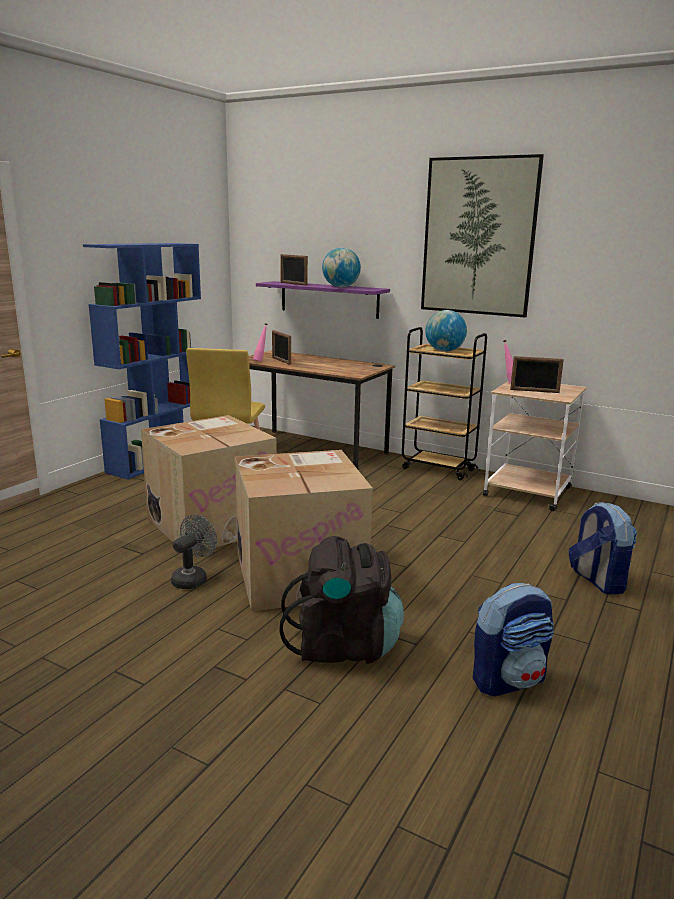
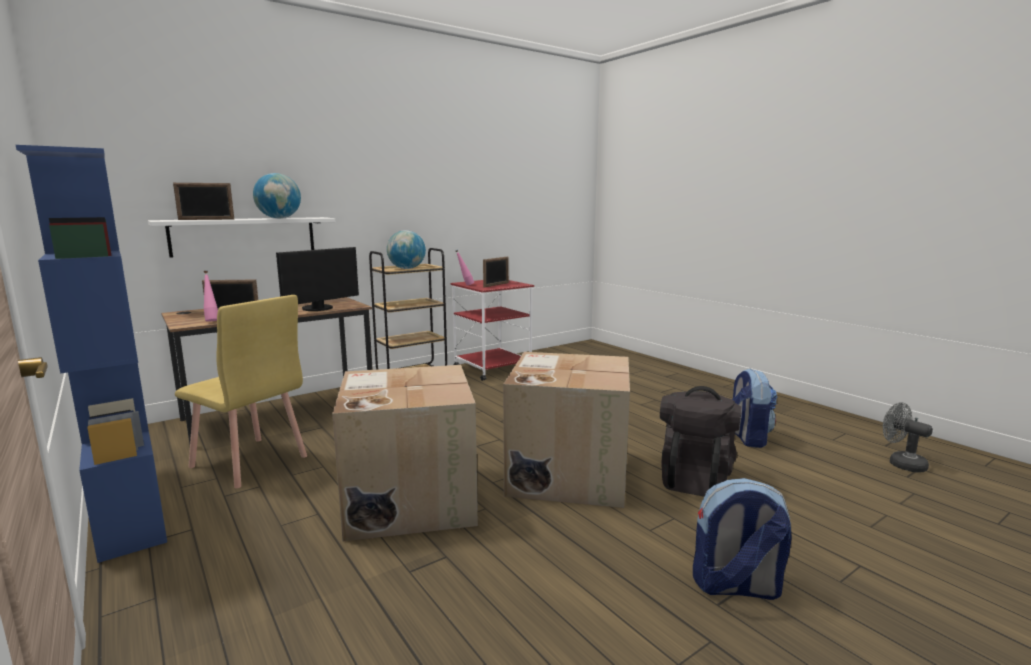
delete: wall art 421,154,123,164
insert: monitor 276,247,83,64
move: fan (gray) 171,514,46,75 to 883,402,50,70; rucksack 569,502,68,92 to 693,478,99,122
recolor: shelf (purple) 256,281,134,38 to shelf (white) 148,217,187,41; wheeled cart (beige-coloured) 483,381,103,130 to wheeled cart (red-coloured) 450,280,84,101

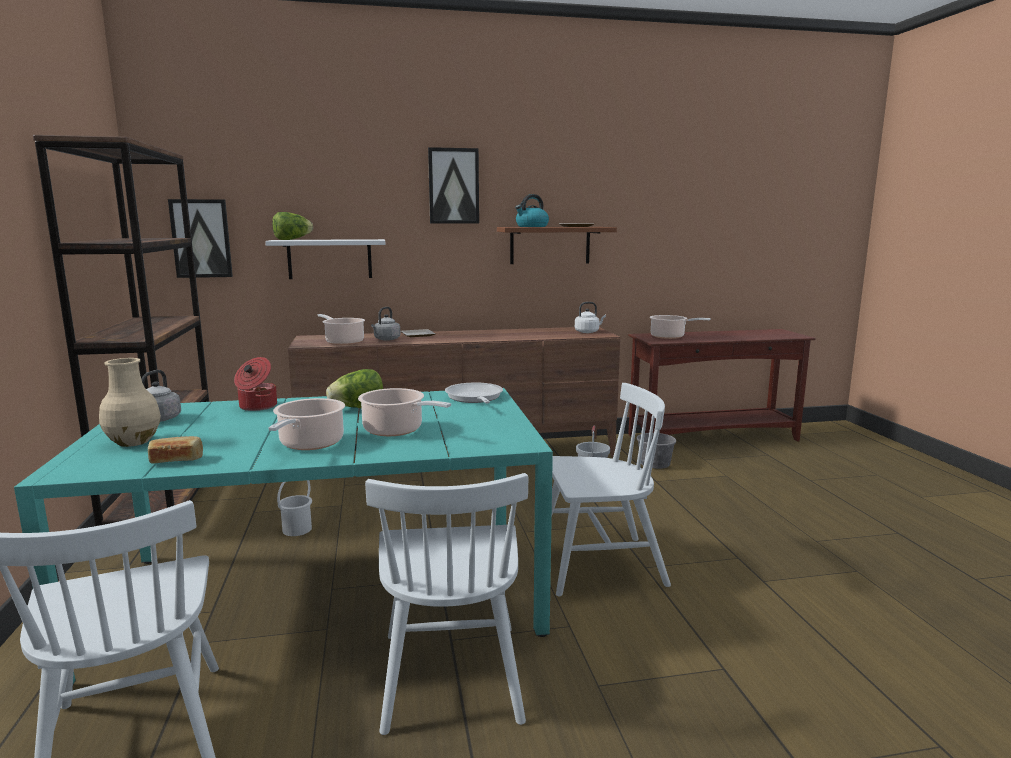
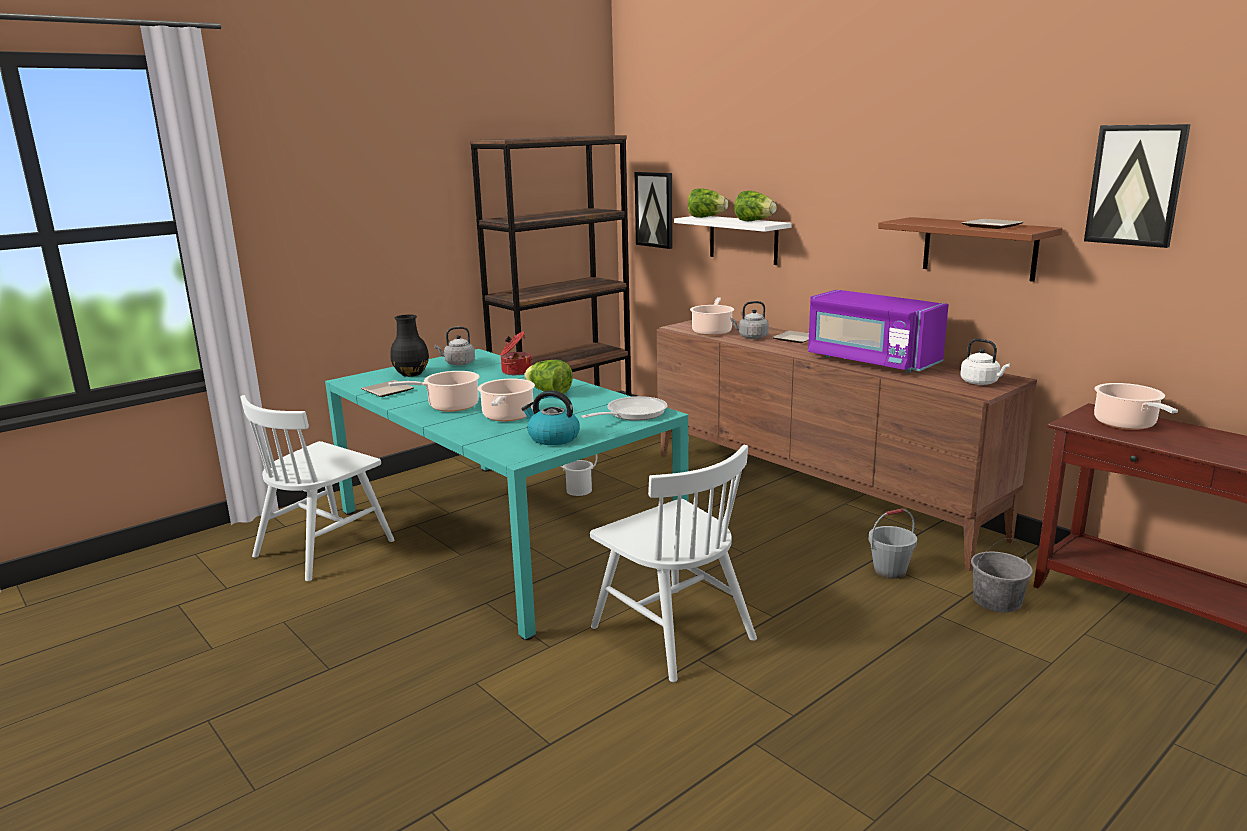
delete: upright chair (white) 365,473,163,262
insert: head of lettuce 734,191,43,30; microwave oven (purple) 808,290,141,83
move: wall art 428,147,51,76 to 1084,124,107,124; water kettle 515,194,34,33 to 522,390,58,55
replace: baked bread 148,436,55,28 to flat dish 361,380,53,17
recolor: decorative vase (beige-coloured) 99,358,62,89 to decorative vase (black-coloured) 390,314,39,63

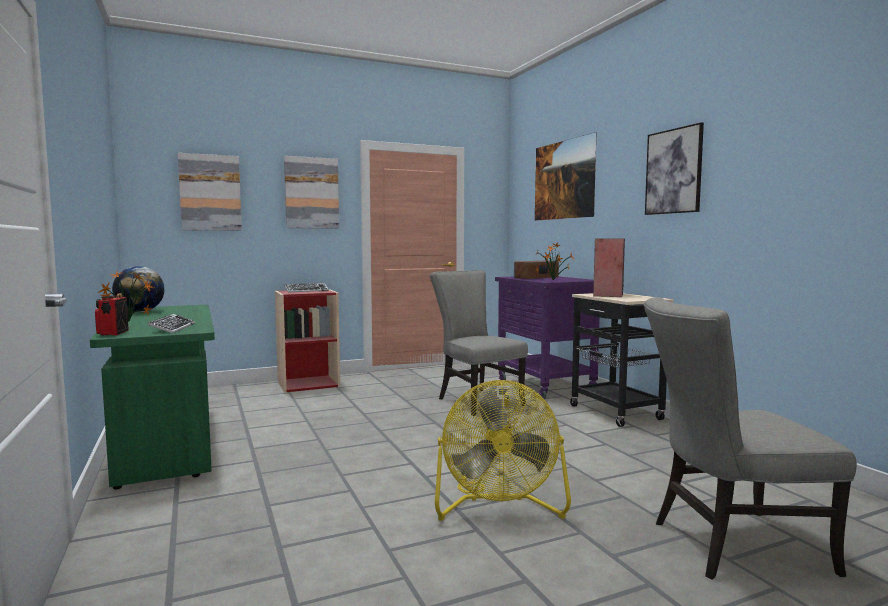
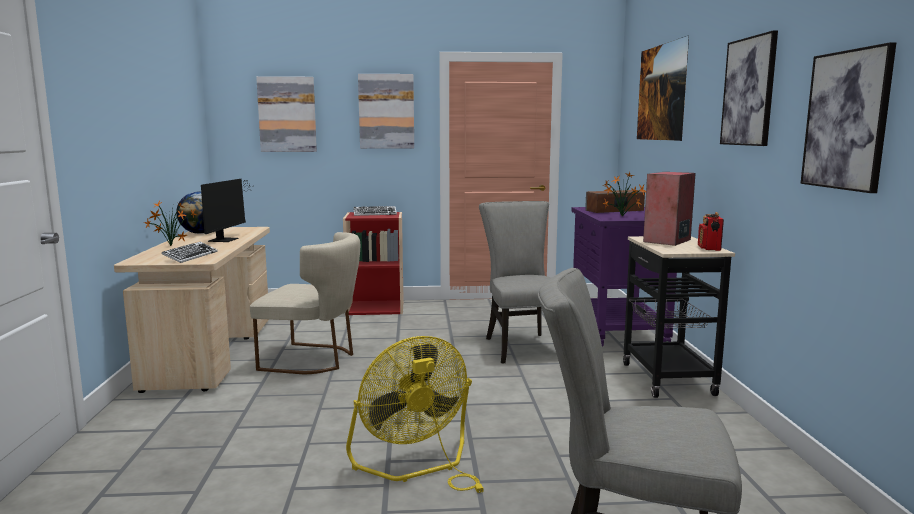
insert: monitor 201,179,52,63; upright chair (beige-coloured) 250,232,110,142; wall art 800,42,96,151
move: radio set 95,293,34,42 to 698,212,26,39
recolor: desk (greenish) 90,305,125,185 to desk (beige-coloured) 114,227,156,166
rotate: fan (yellowish) 435,380,136,141 = 346,336,138,157 135 degrees clockwise

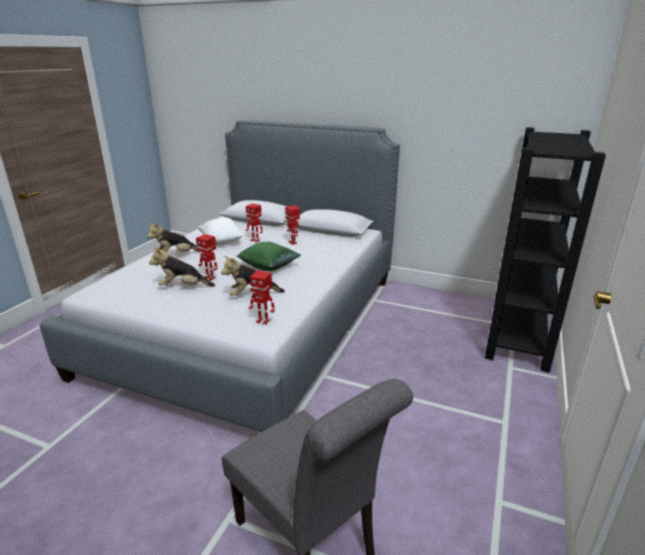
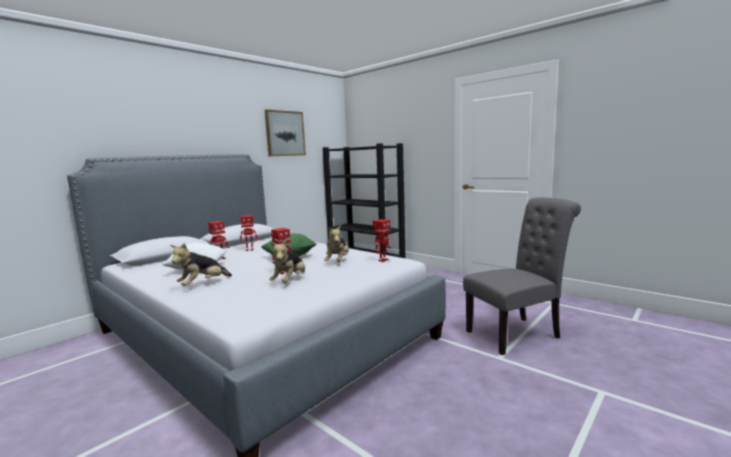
insert: wall art 264,109,42,47
rotate: plush toy 147,223,54,30 = 170,243,62,43 45 degrees clockwise

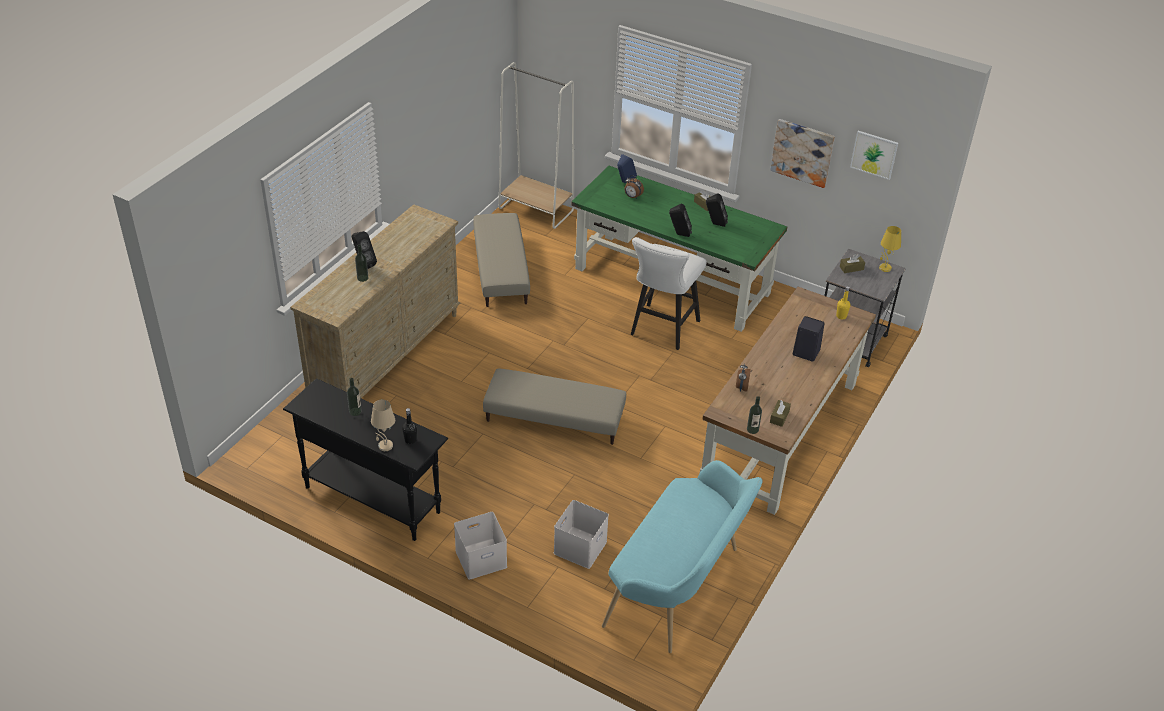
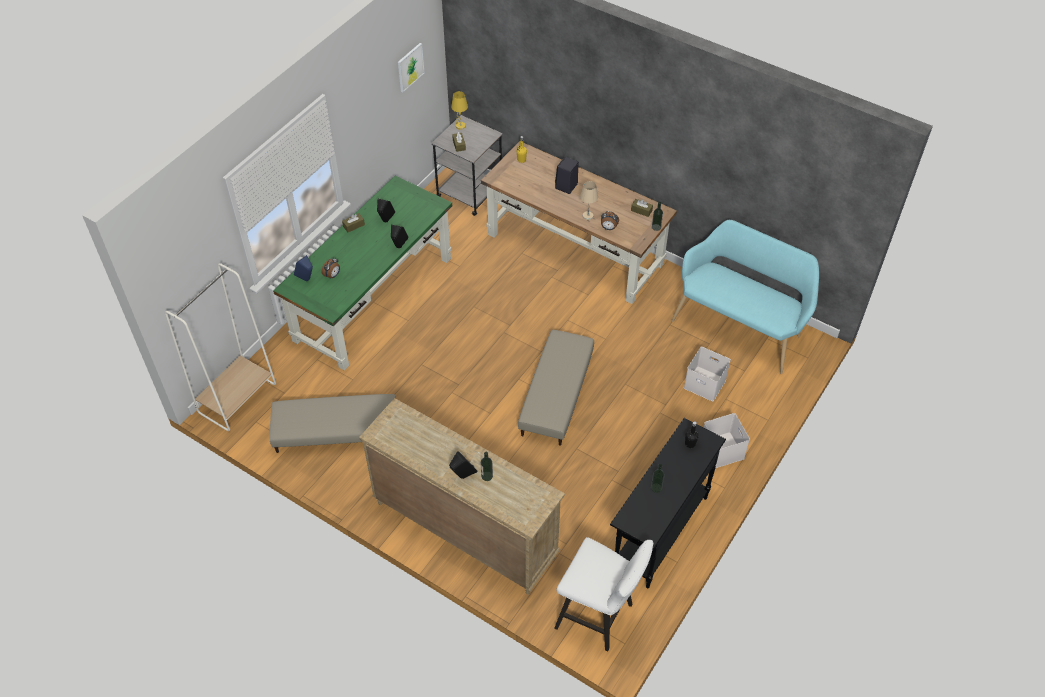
delete: wall art 770,119,65,69
move: lamp for a table (beige-coloured) 371,400,24,51 to 580,181,18,39; sitting stool (white) 631,237,76,113 to 554,537,99,114

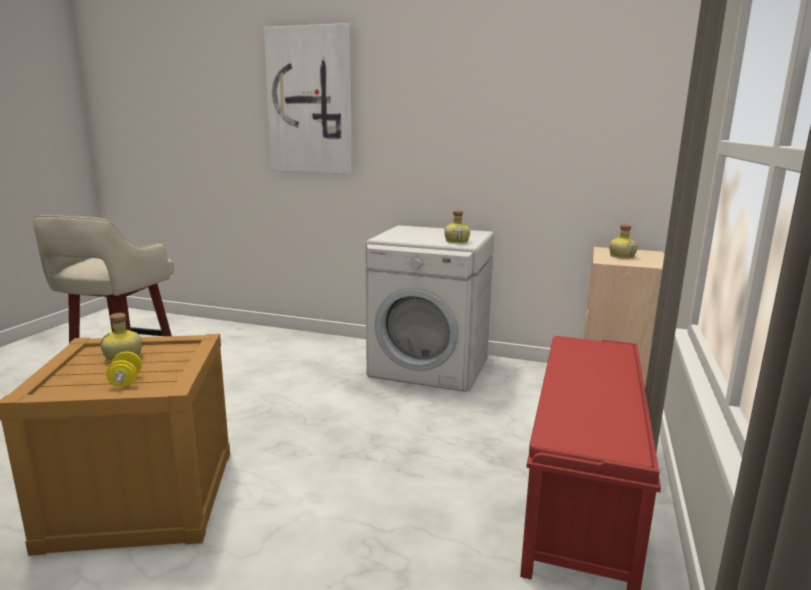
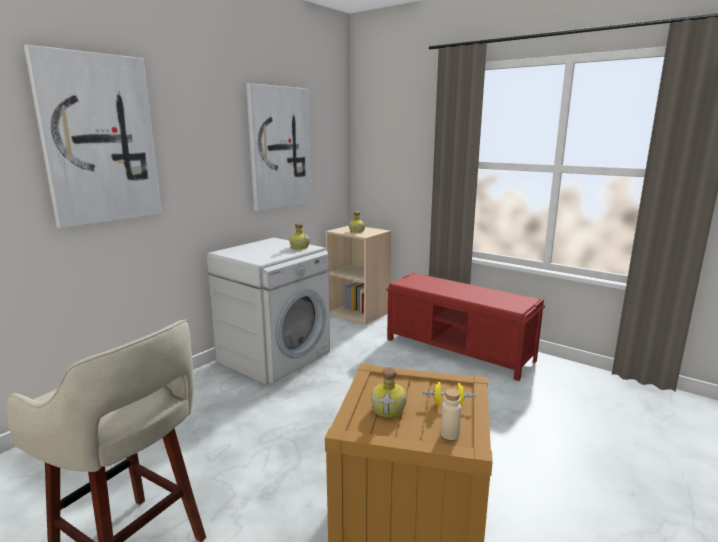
insert: wall art 246,83,65,128; drink bottle (beige-coloured) 441,389,20,51

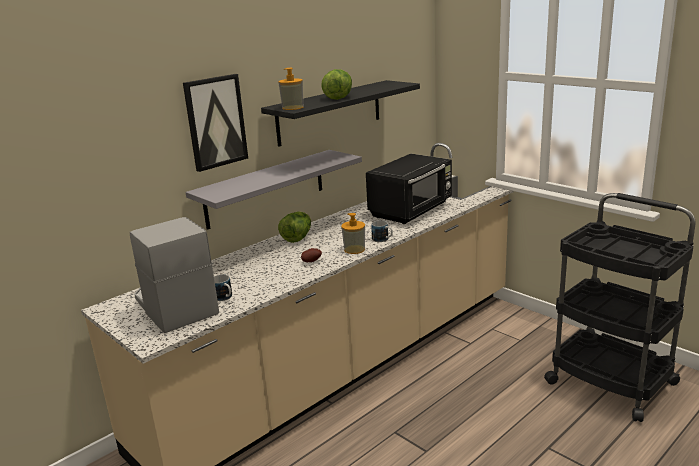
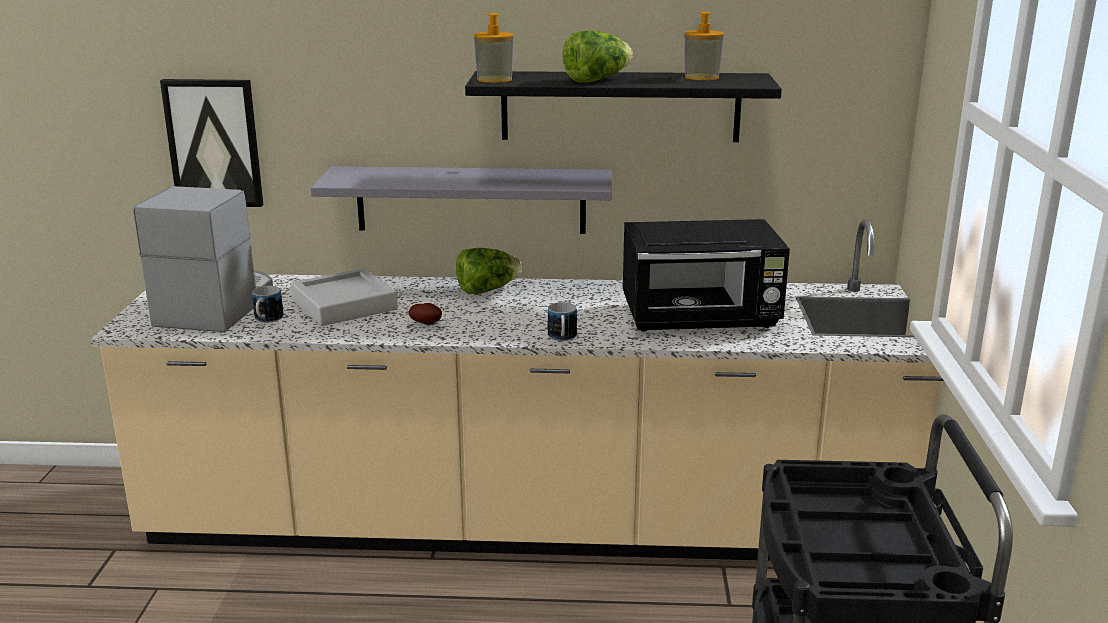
insert: carrying tray (gray) 291,268,107,58
move: wall art 183,74,65,98 to 160,79,103,128; soap dispenser 341,213,24,41 to 685,12,39,68

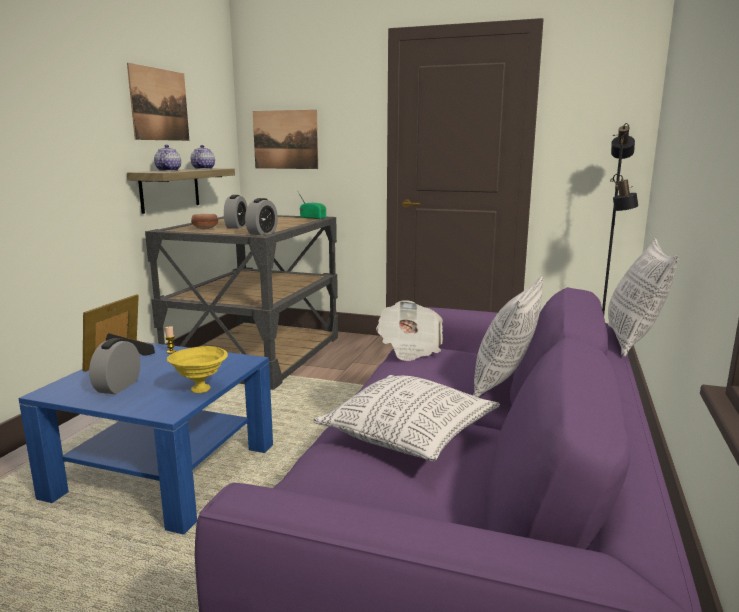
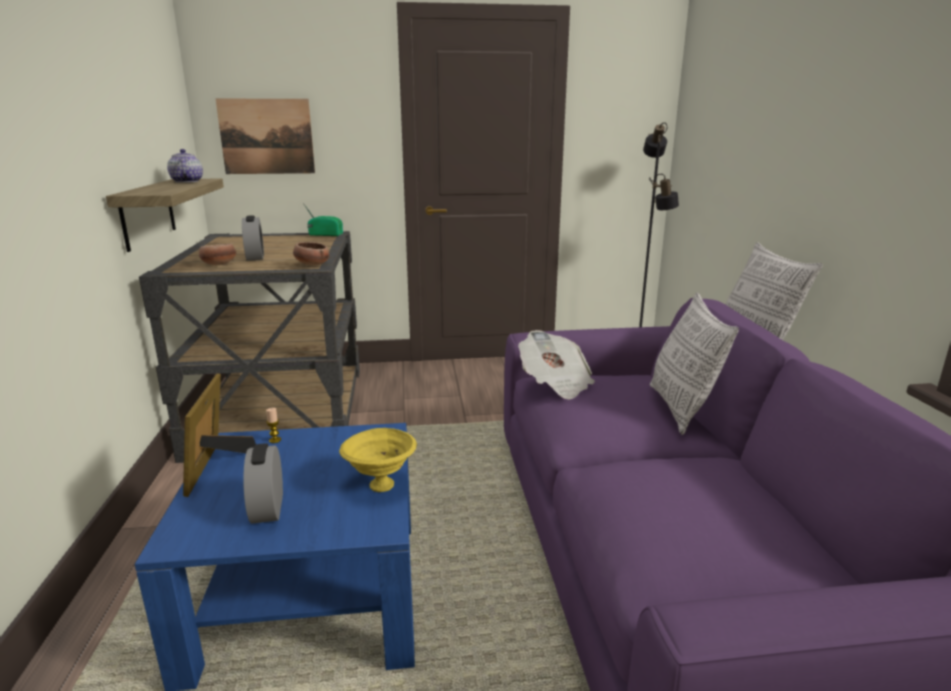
delete: wall art 127,63,62,78; pot for tea 154,145,27,26; throw pillow 313,375,187,86
replace: table clock 245,198,33,37 to bowl 293,242,36,24

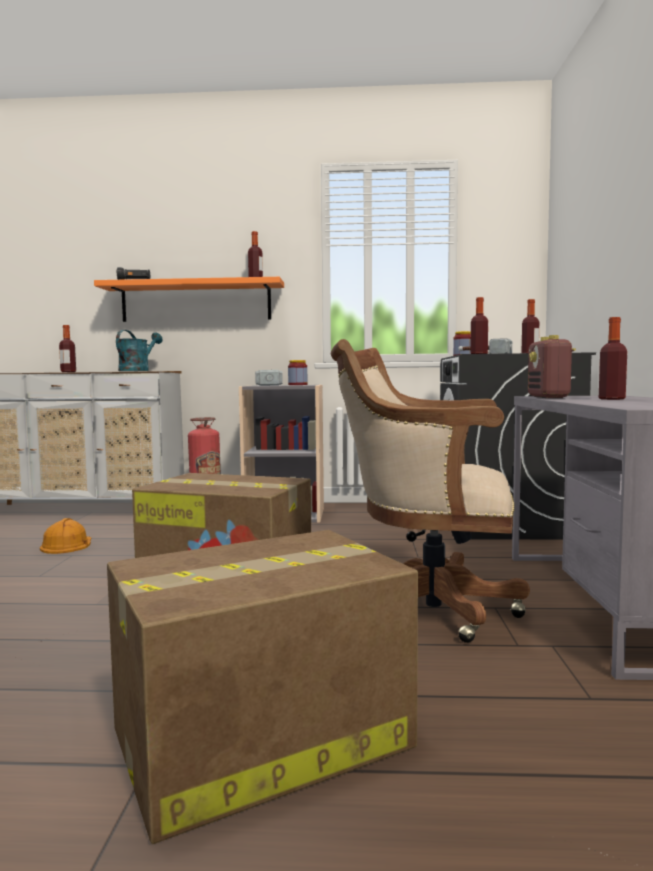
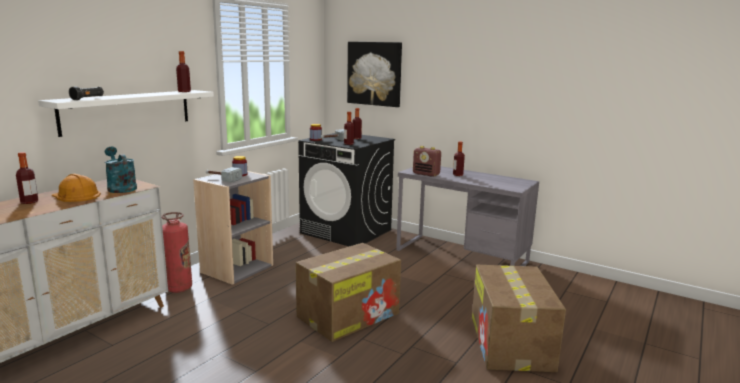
delete: office chair 331,339,199,304
insert: wall art 347,42,55,65
move: work helmet (orangey) 40,518,51,36 to 52,174,49,28
recolor: shelf (orangey) 94,277,190,45 to shelf (white) 38,90,176,47

